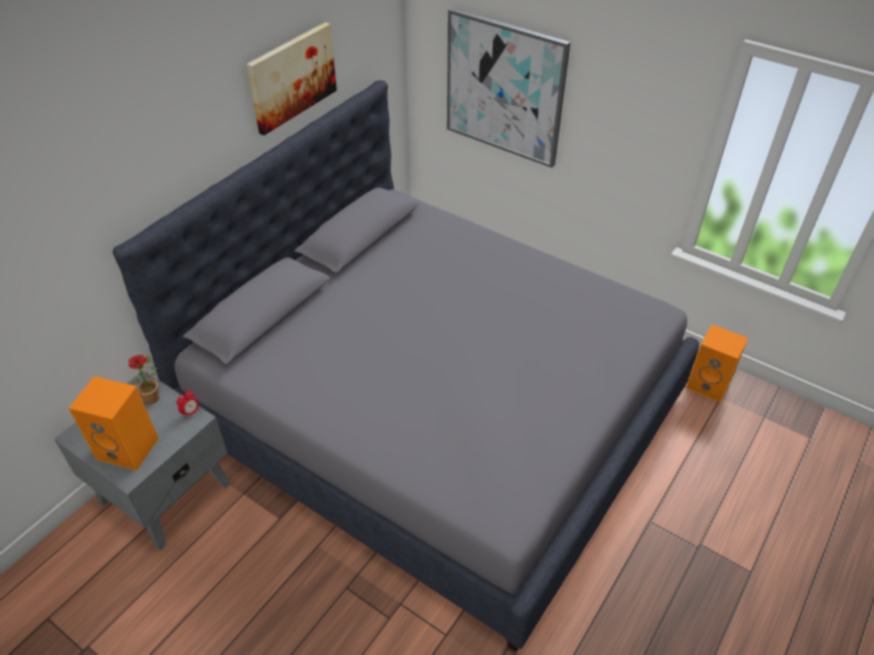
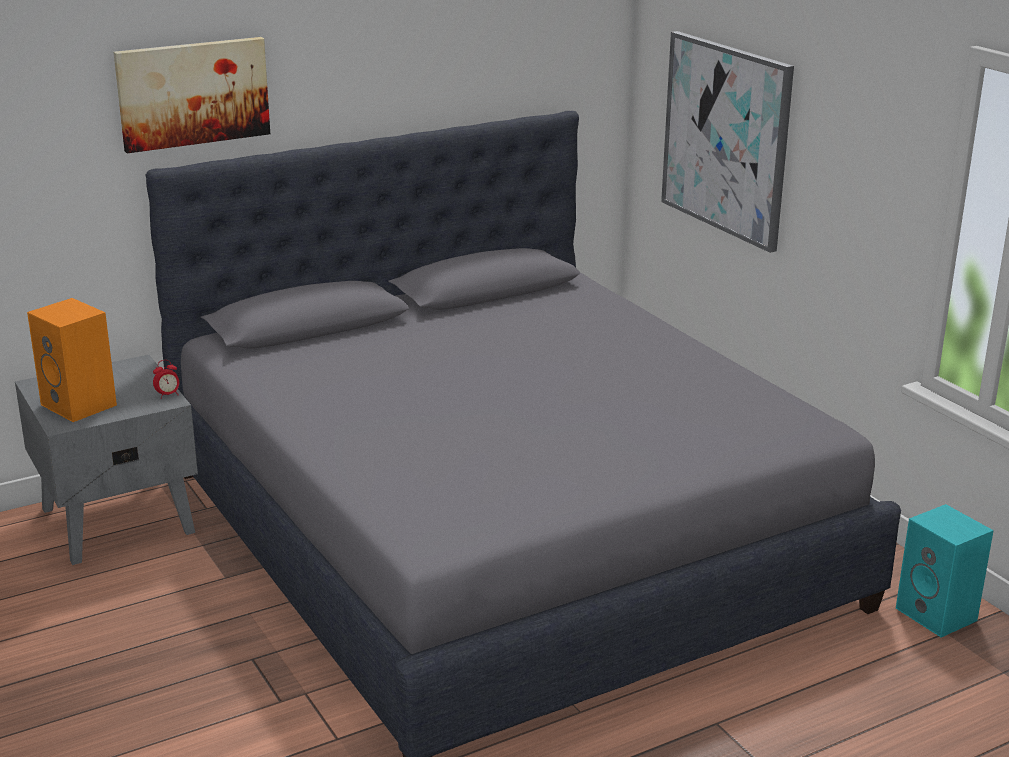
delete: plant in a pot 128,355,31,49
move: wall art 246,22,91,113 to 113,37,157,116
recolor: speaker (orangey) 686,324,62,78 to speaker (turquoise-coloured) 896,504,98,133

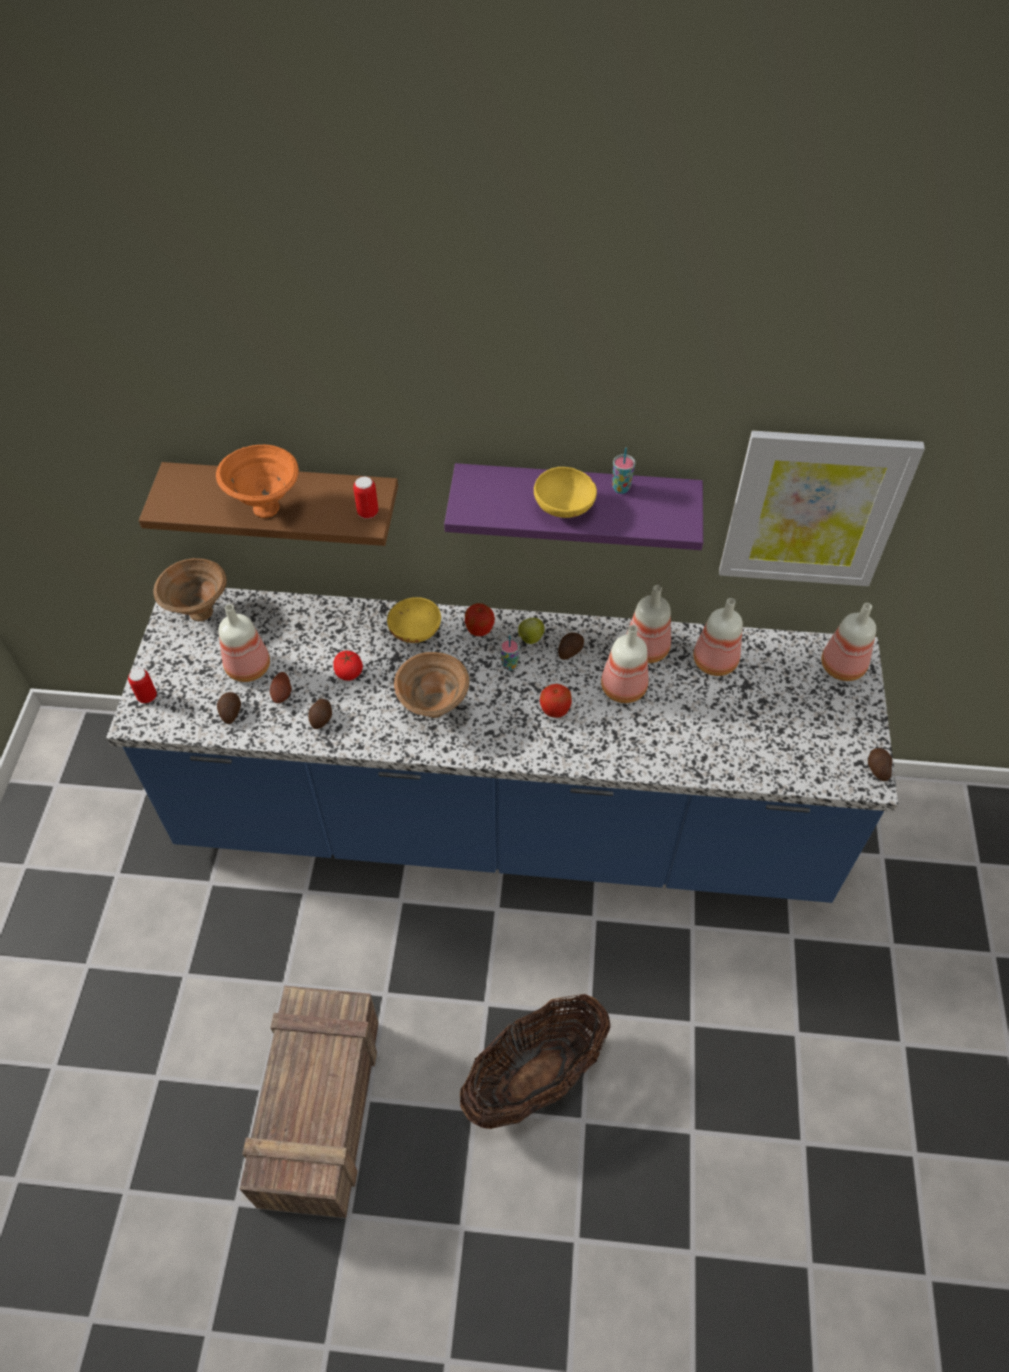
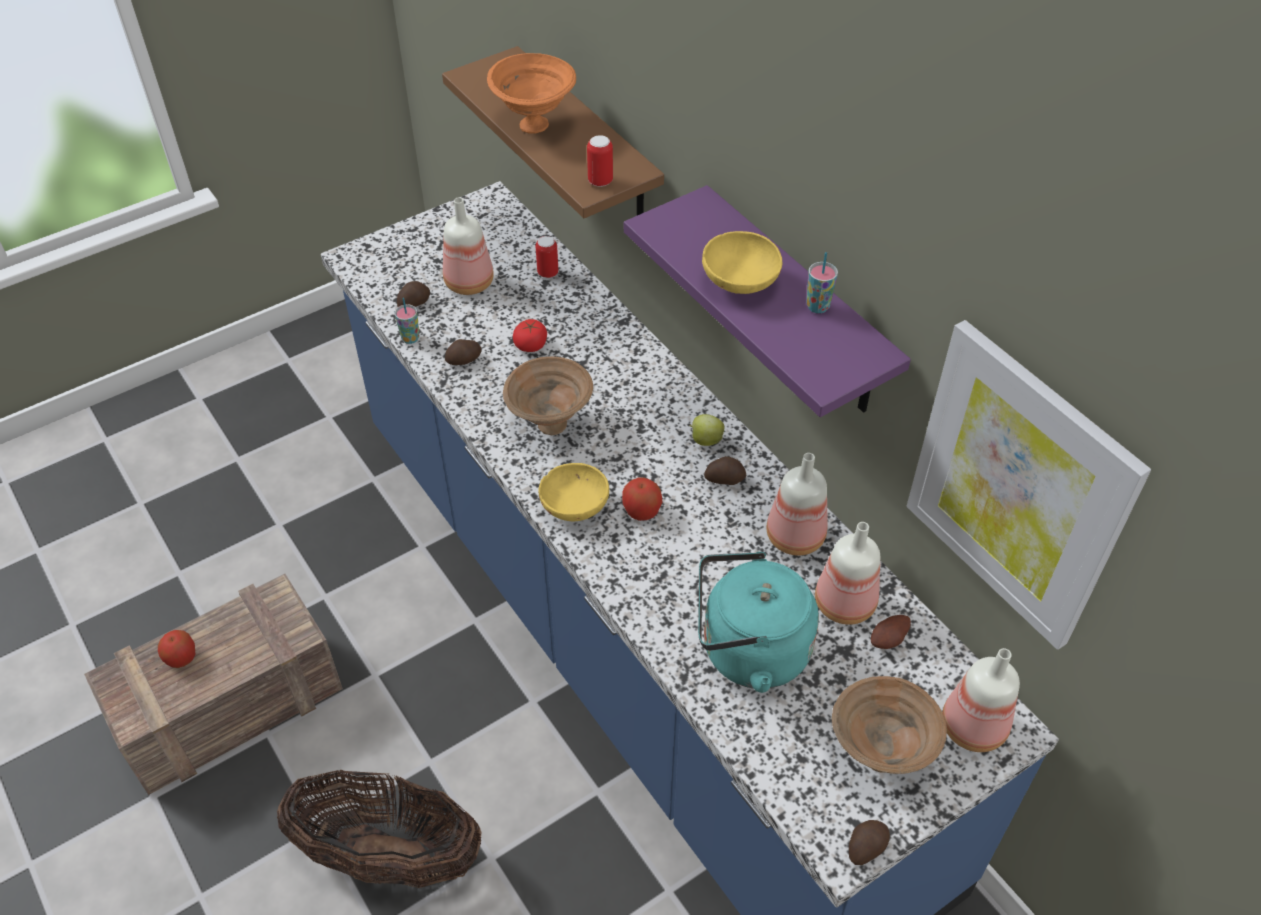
delete: drink bottle 601,625,47,78
insert: water kettle (turquoise-coloured) 698,552,121,141
move: sealed can 128,668,29,35 to 535,236,23,42; bowl (brown) 153,558,74,63 to 832,676,115,98; potato 270,672,22,31 to 871,615,40,34; bowl (yellowish) 387,597,54,46 to 538,463,71,58; apple 465,603,30,33 to 158,630,37,38; small cup 500,635,20,35 to 395,298,24,46

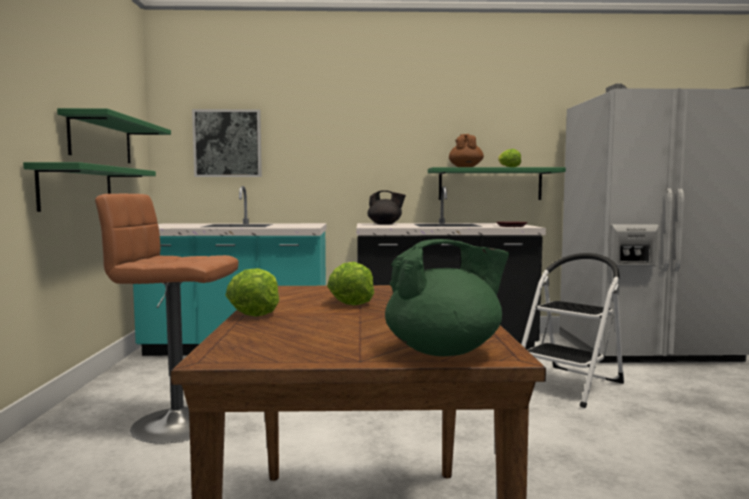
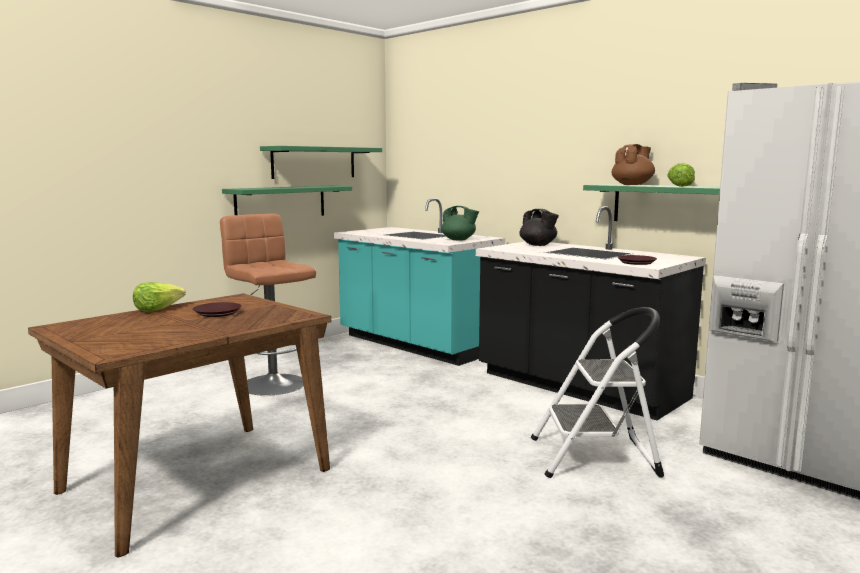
delete: wall art 192,109,70,68
move: pot for tea (greenish) 385,239,124,117 to 441,206,38,35
replace: head of lettuce 327,262,47,44 to flat dish (brown) 193,302,48,15

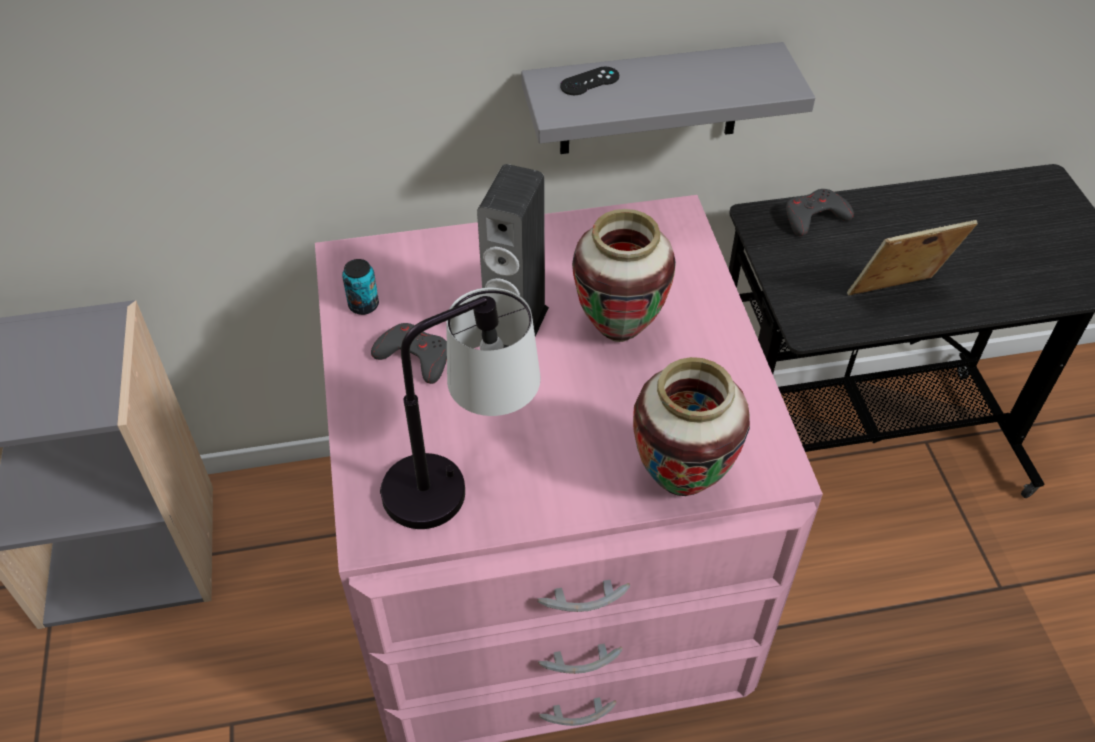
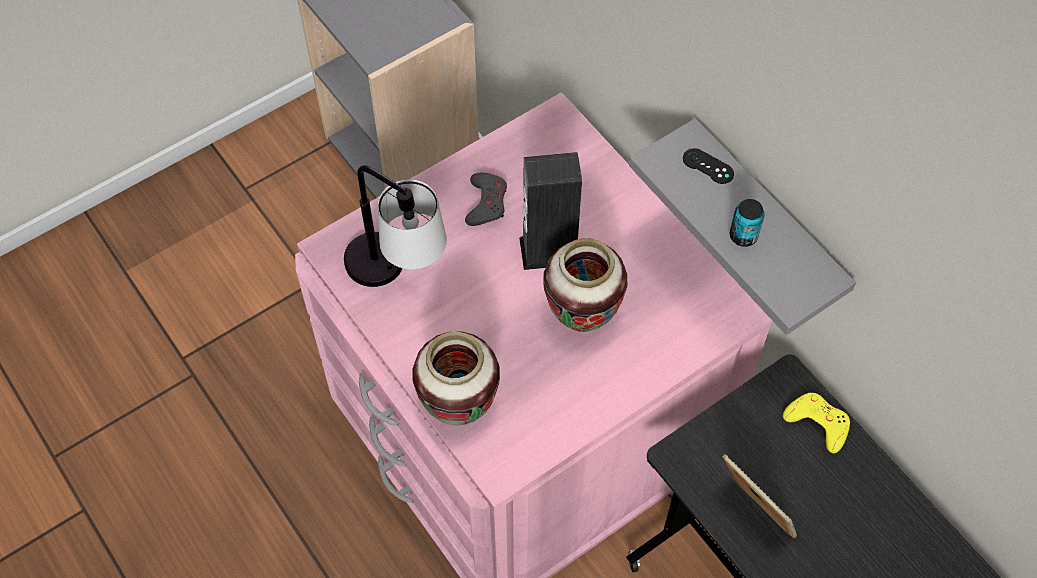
move: sealed can 342,259,37,56 to 730,199,35,48
recolor: gamepad (gray) 786,189,68,47 to gamepad (yellowish) 783,393,67,60

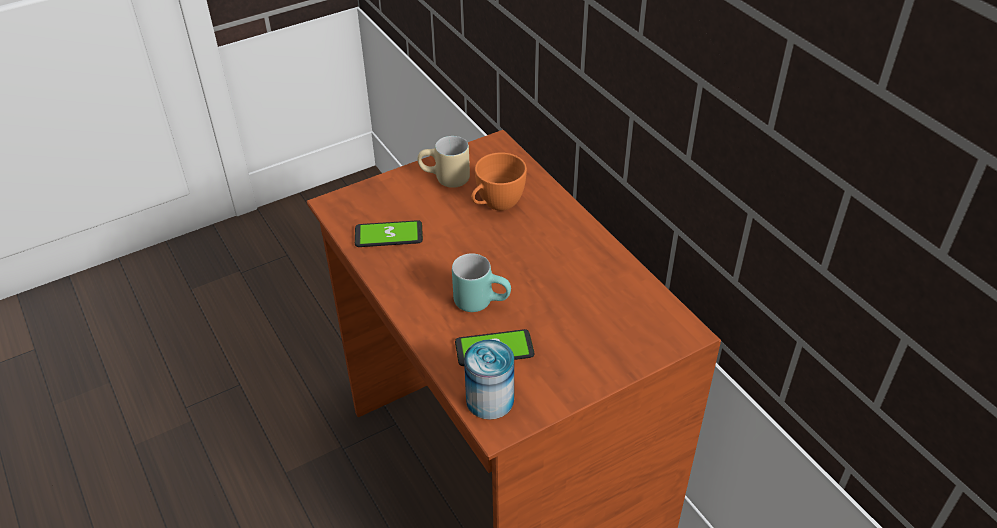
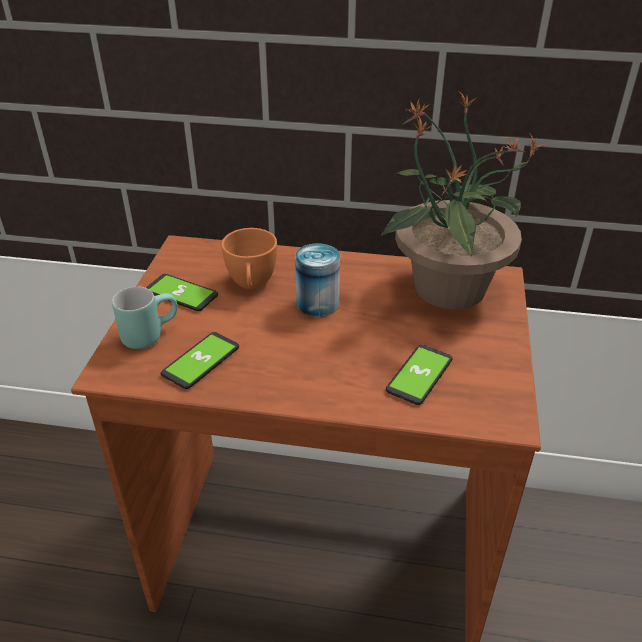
insert: plant in a pot 380,93,165,217
move: tea mug (turquoise-coloured) 452,253,59,59 to 112,286,65,63; sealed can 464,339,50,81 to 295,243,45,74
replace: tea mug (beige-coloured) 418,136,52,52 to phone 146,274,72,37

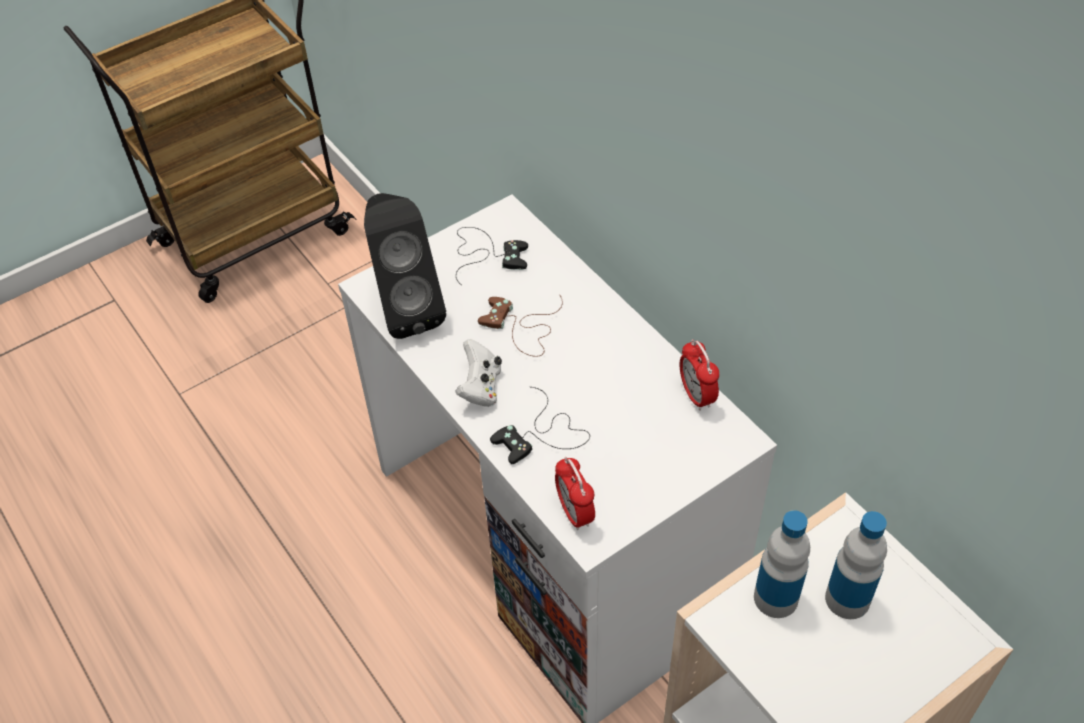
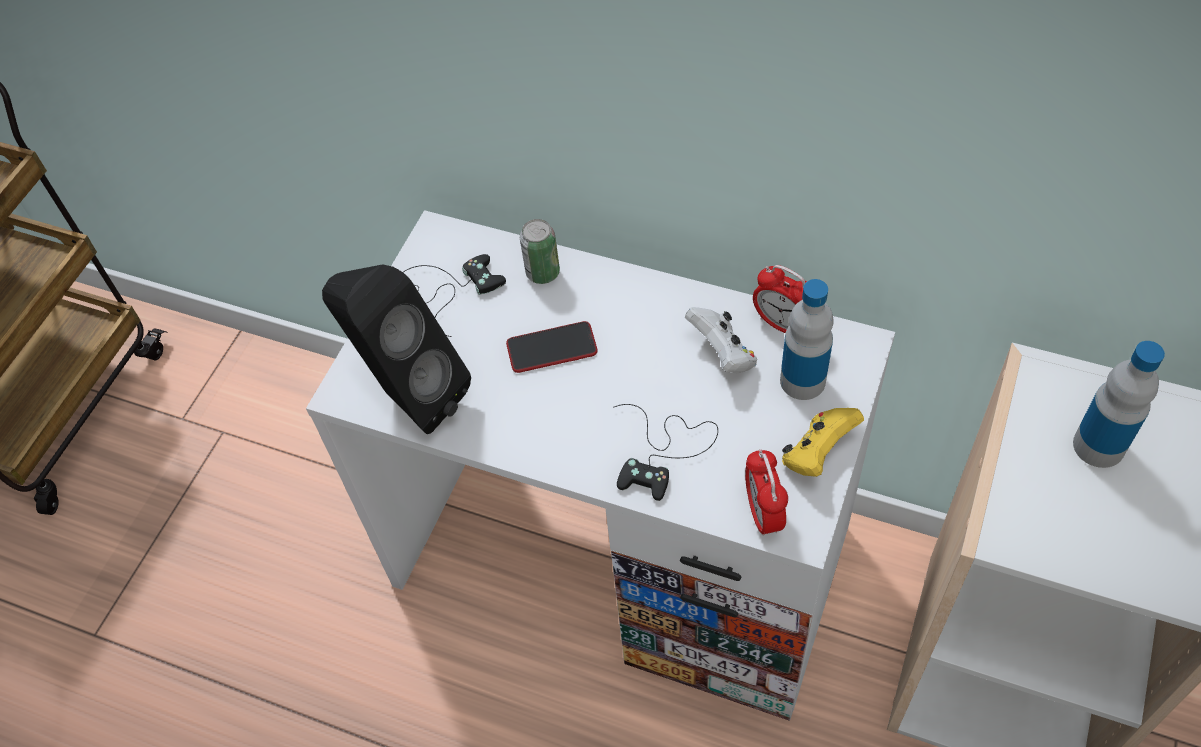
insert: sealed can 520,219,40,65; gamepad (yellowish) 782,408,82,69
move: gamepad (white) 455,339,47,68 to 685,307,72,67; drink bottle 754,510,56,108 to 780,279,54,121
replace: gamepad (brown) 478,296,85,61 to phone 506,321,92,52
rotate: table clock 555,457,40,73 = 745,449,43,87 45 degrees clockwise

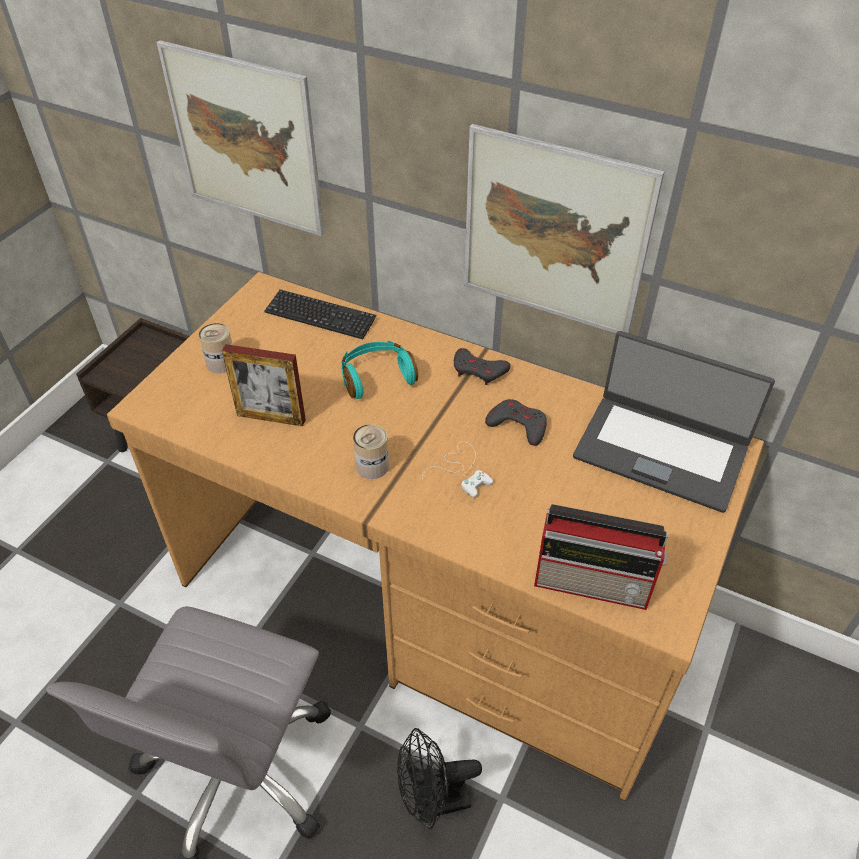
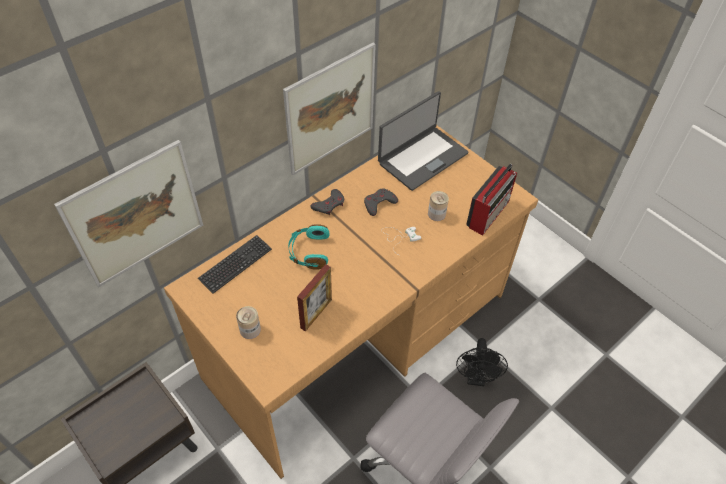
move: sealed can 353,424,36,55 to 428,191,21,30

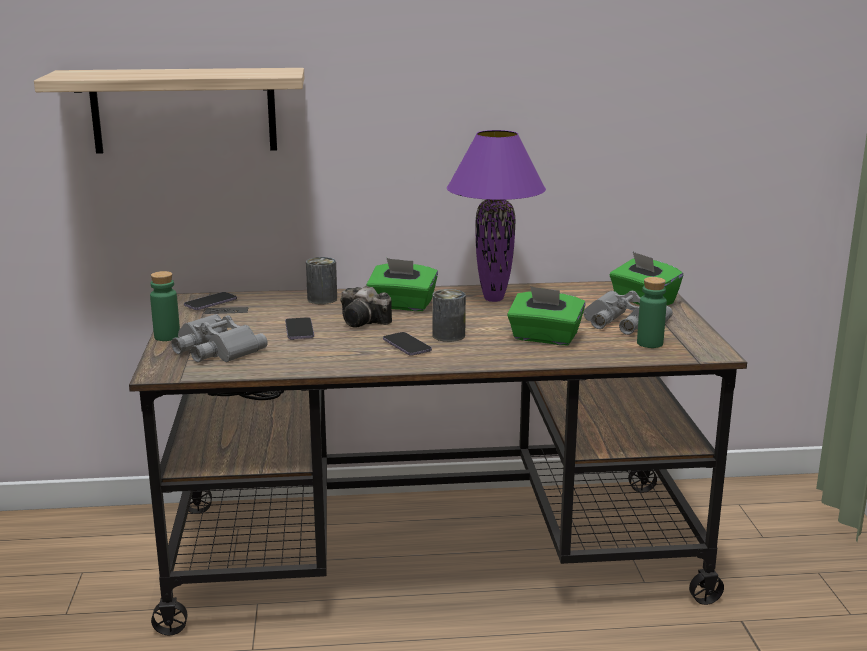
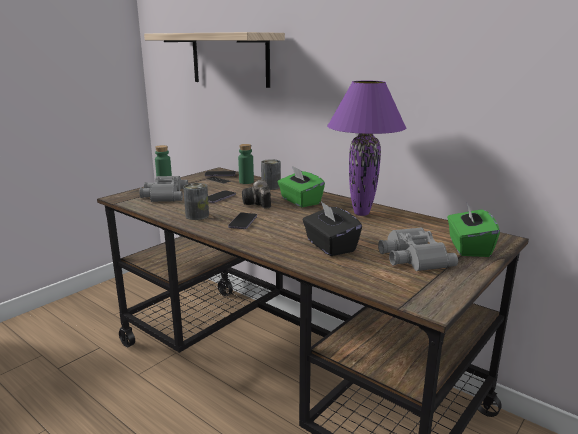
move: sealed can 432,289,34,53 to 183,183,26,37; drink bottle (greenish) 637,277,30,71 to 238,144,16,40
recolor: tissue box (greenish) 507,286,79,59 to tissue box (black-coloured) 303,201,59,55

